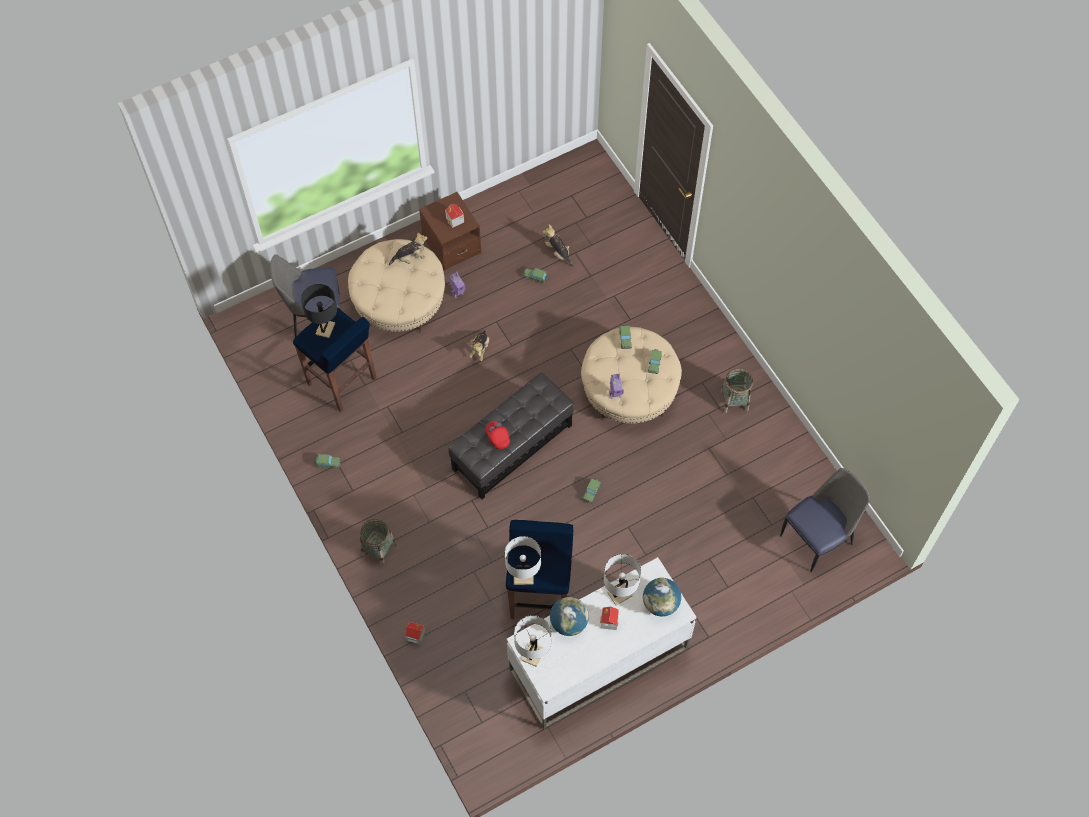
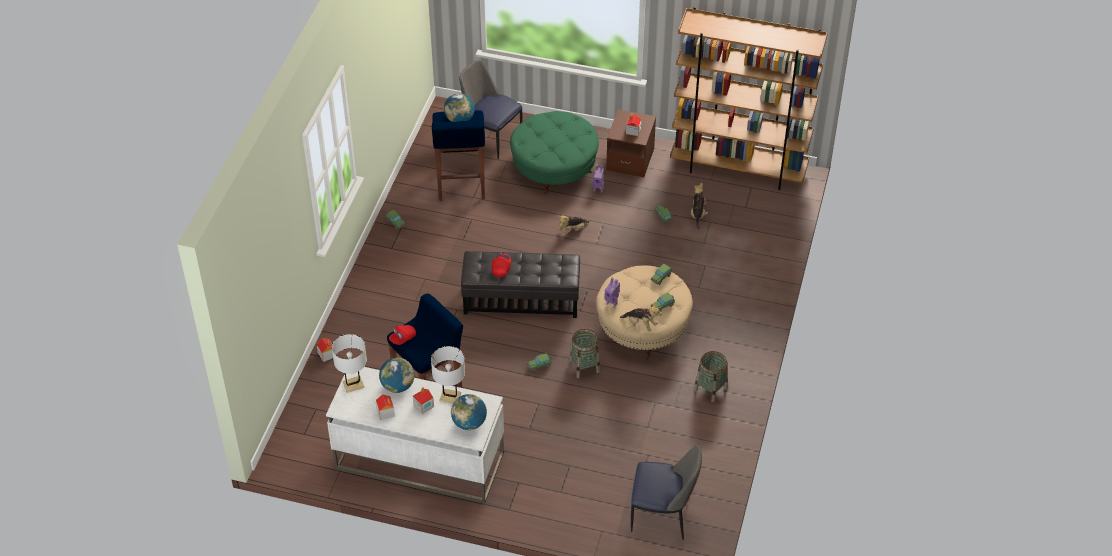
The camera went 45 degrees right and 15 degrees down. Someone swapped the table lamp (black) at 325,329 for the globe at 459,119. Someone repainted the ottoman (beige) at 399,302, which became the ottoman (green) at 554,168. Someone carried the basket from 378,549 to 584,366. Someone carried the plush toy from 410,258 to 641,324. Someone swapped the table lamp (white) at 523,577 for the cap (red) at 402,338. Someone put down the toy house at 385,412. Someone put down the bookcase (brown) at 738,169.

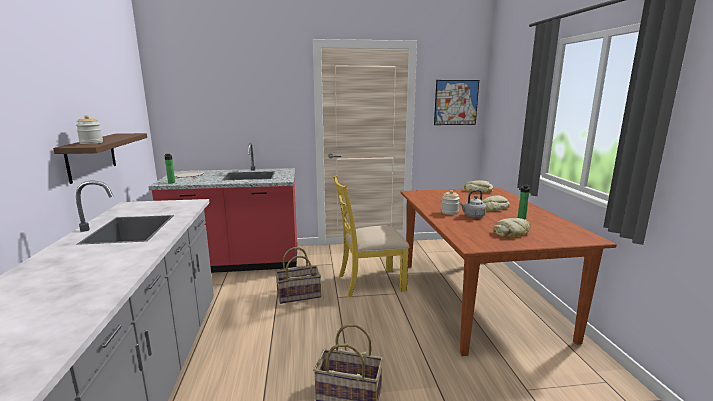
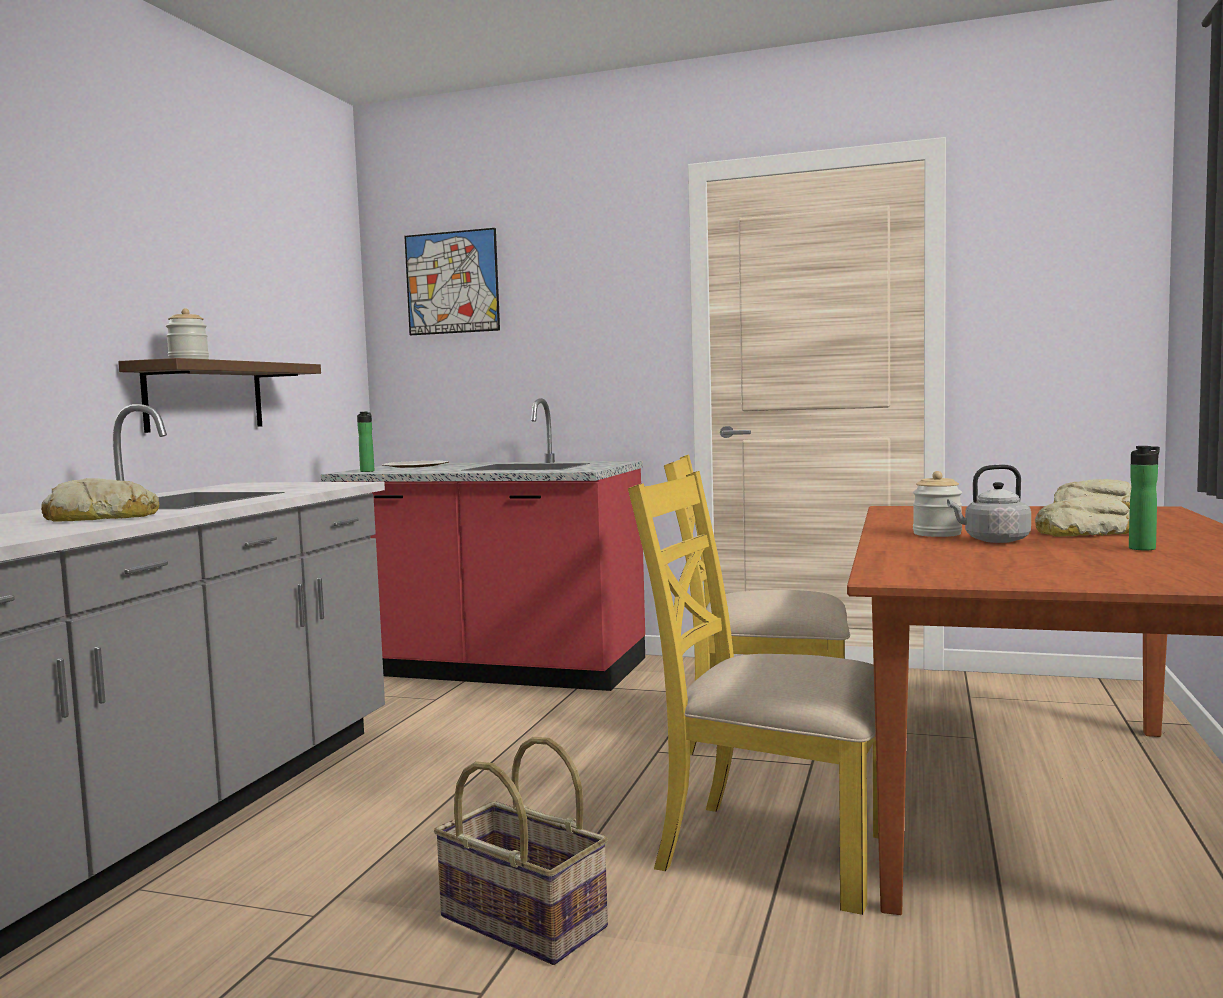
The camera went 25 degrees right and 10 degrees down. Someone took away the basket at 299,295. Someone carried the picture from 456,102 to 452,282. Someone carried the bread from 512,232 to 101,517. Someone put down the chair (yellow) at 774,851.

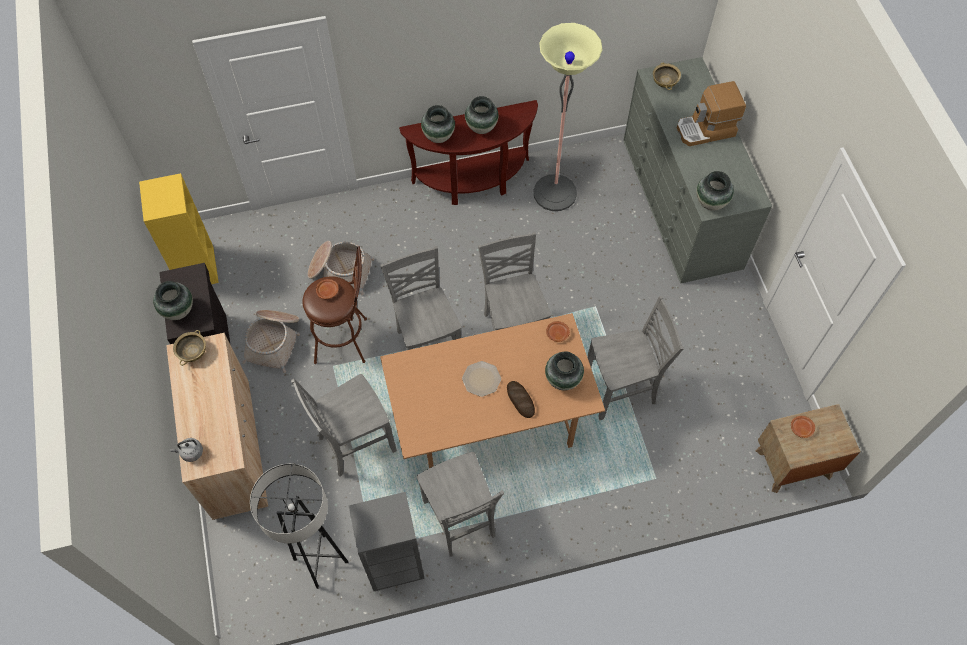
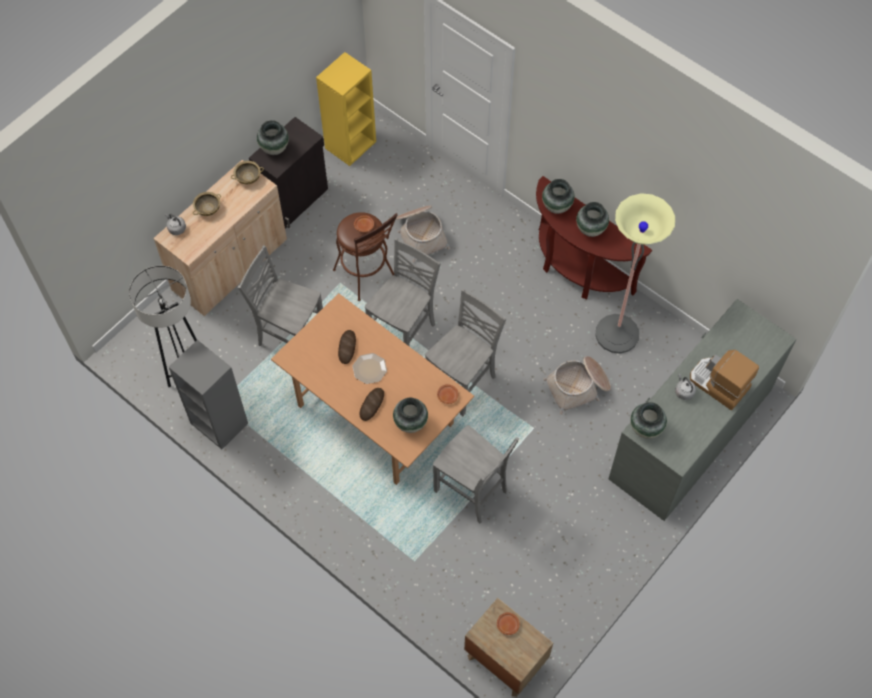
The camera went 55 degrees right and 0 degrees up. Someone carried the basket from 274,341 to 578,387. Someone took away the chair (grey) at 460,520. Someone carried the bowl (beige) from 665,82 to 208,209. Someone put down the bread at 347,347. Someone put down the kettle (grey) at 683,391.

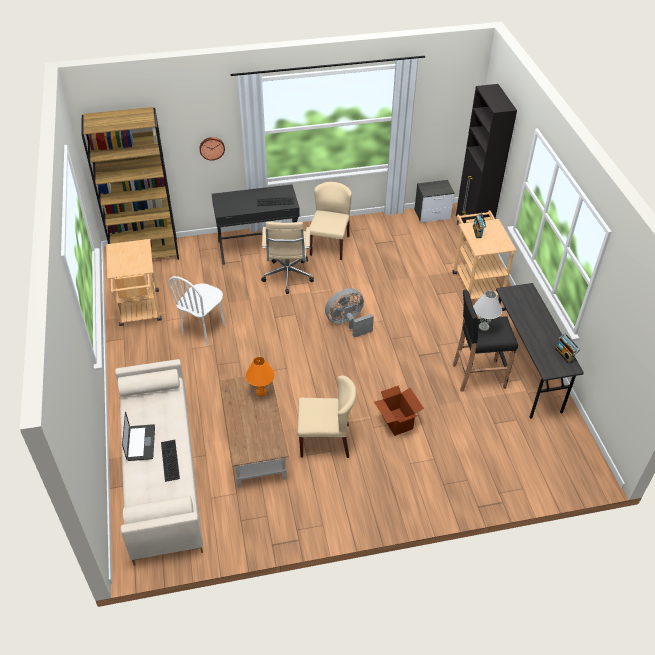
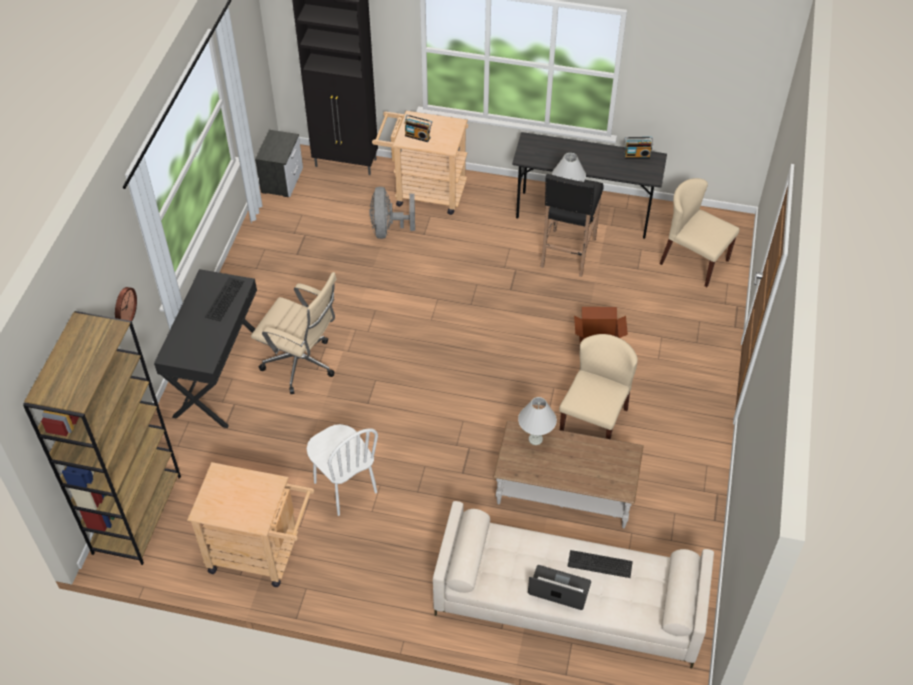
The camera went 65 degrees left and 5 degrees up. Someone repainted the table lamp (orange) at 261,392, which became the table lamp (white) at 535,439. Someone carried the chair (beige) from 329,245 to 693,261. Someone carried the fan (grey) from 347,323 to 388,229.

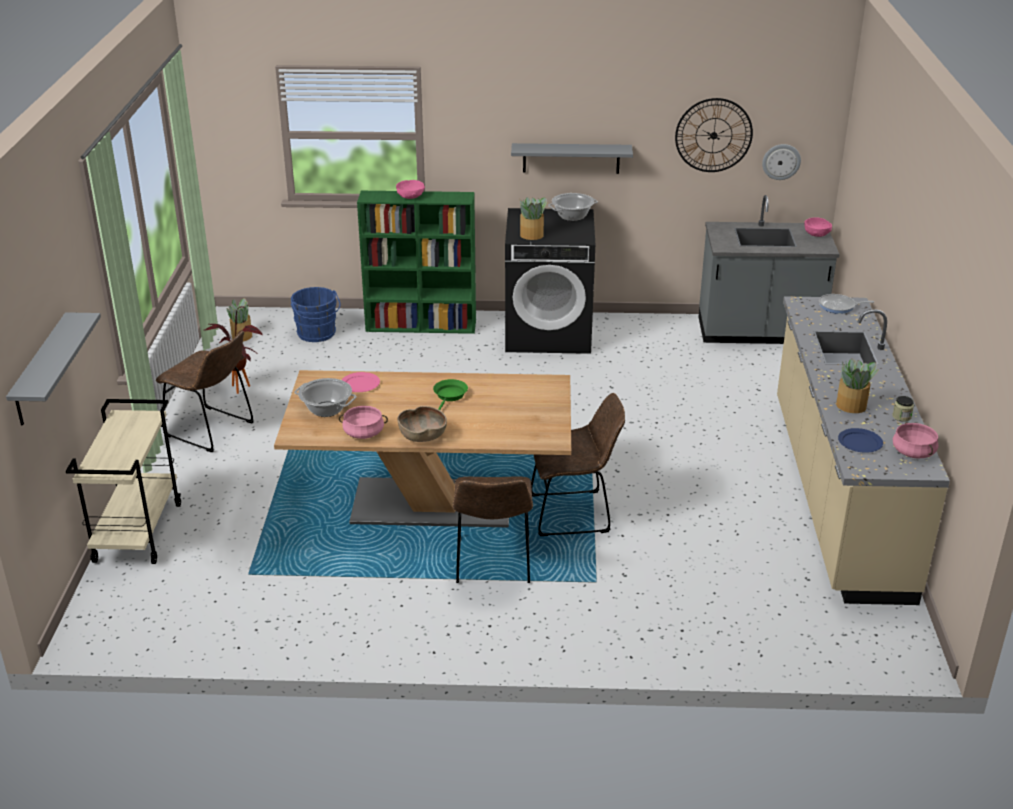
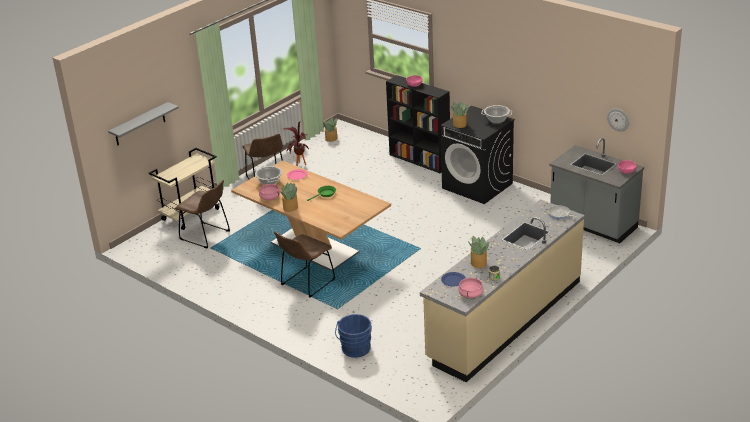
The camera went 40 degrees right and 0 degrees up. Someone carried the bucket (blue) from 317,334 to 355,350. Someone repainted the bookcase (green) at 422,325, which became the bookcase (black) at 420,160. Someone swapped the bowl (brown) at 422,436 for the potted plant at 290,208. Someone took away the shelf (grey) at 571,158. Someone carried the chair (brown) from 574,513 to 207,236. Someone took away the wall clock at 713,135.

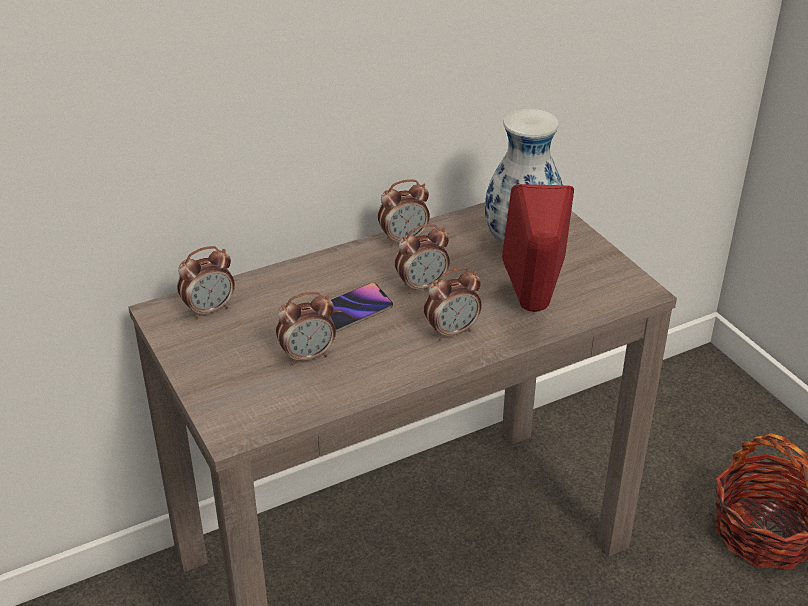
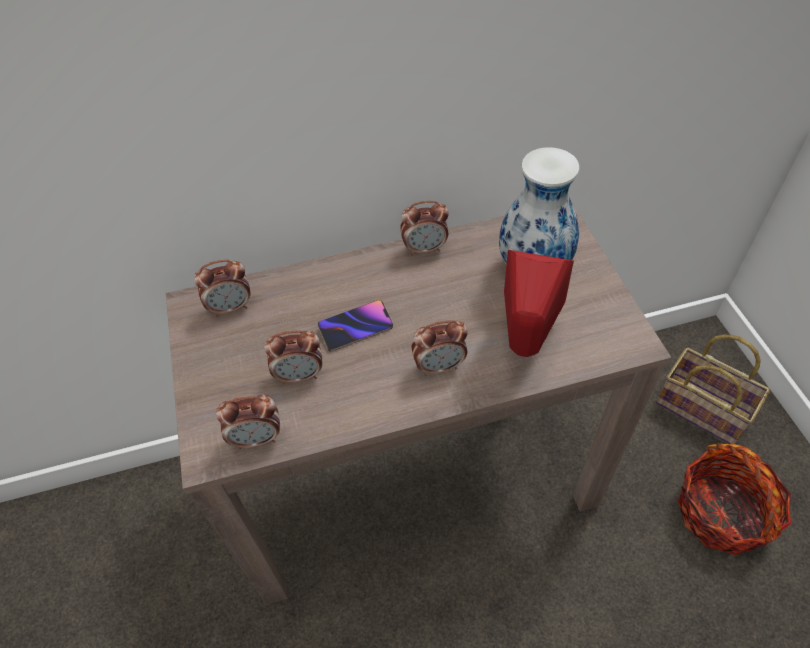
The camera went 15 degrees right and 15 degrees up. Someone carried the alarm clock from 422,286 to 257,438. Someone put down the basket at 705,409.

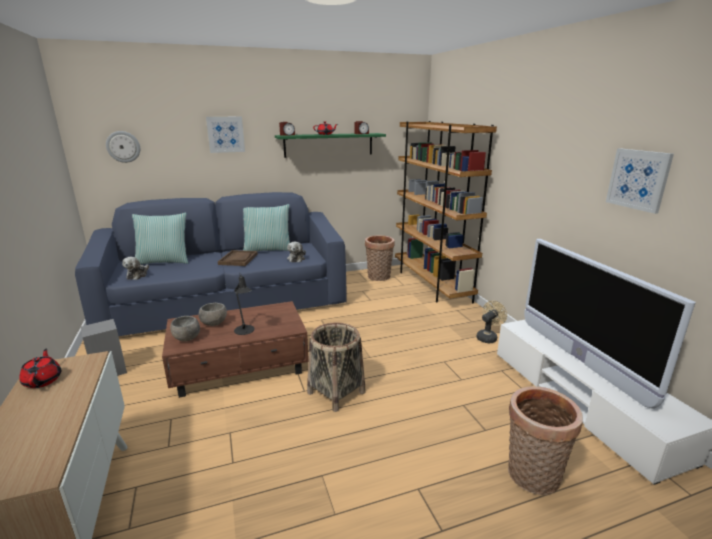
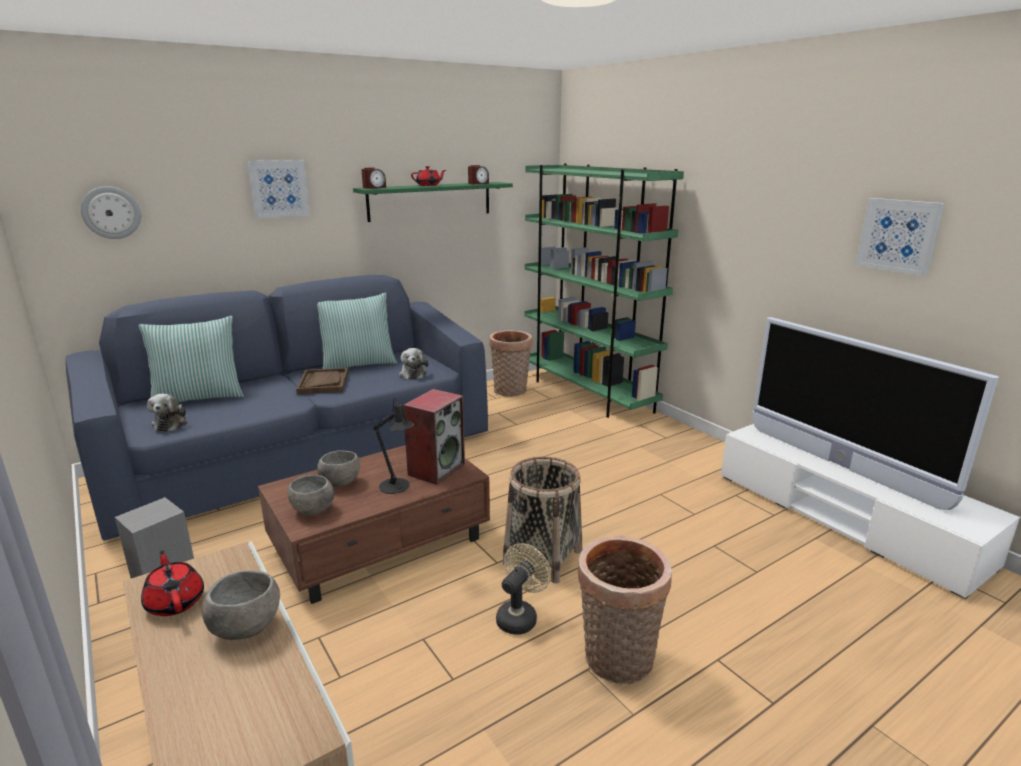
The camera went 15 degrees left and 0 degrees up. Someone repainted the bookcase (brown) at 431,284, which became the bookcase (green) at 587,394. Someone carried the fan (beige) from 488,337 to 520,616. Someone carried the basket from 531,477 to 617,662. Someone put down the bowl (grey) at 245,628. Someone put down the speaker at 436,469.

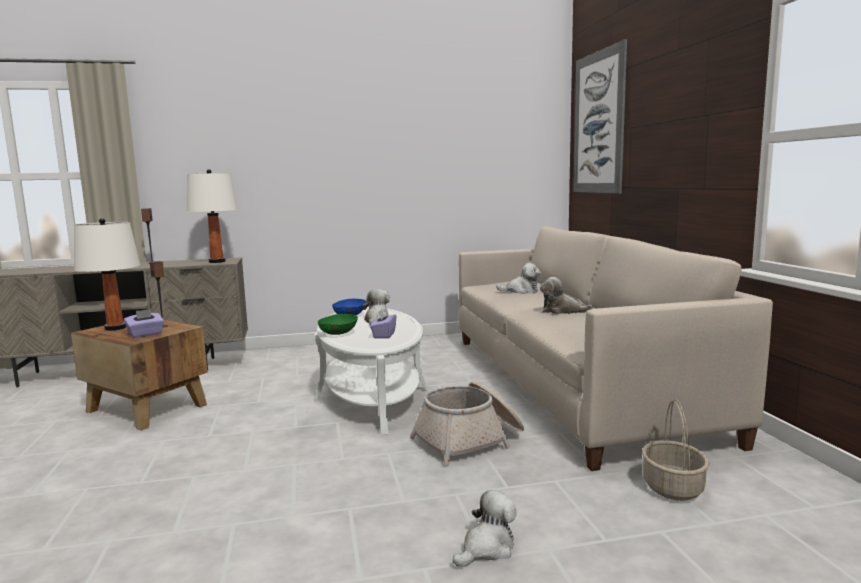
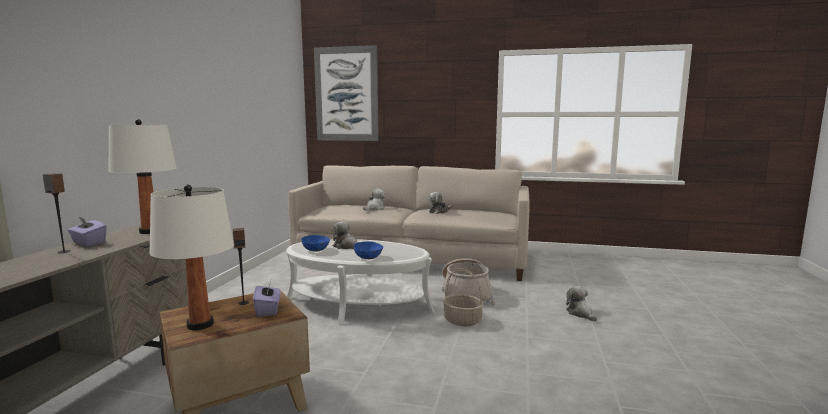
The camera went 65 degrees left and 0 degrees up. Someone repainted the bowl (green) at 338,334, which became the bowl (blue) at 369,258. Someone carried the tissue box (purple) from 383,335 to 88,243. Someone carried the basket from 673,488 to 462,320.

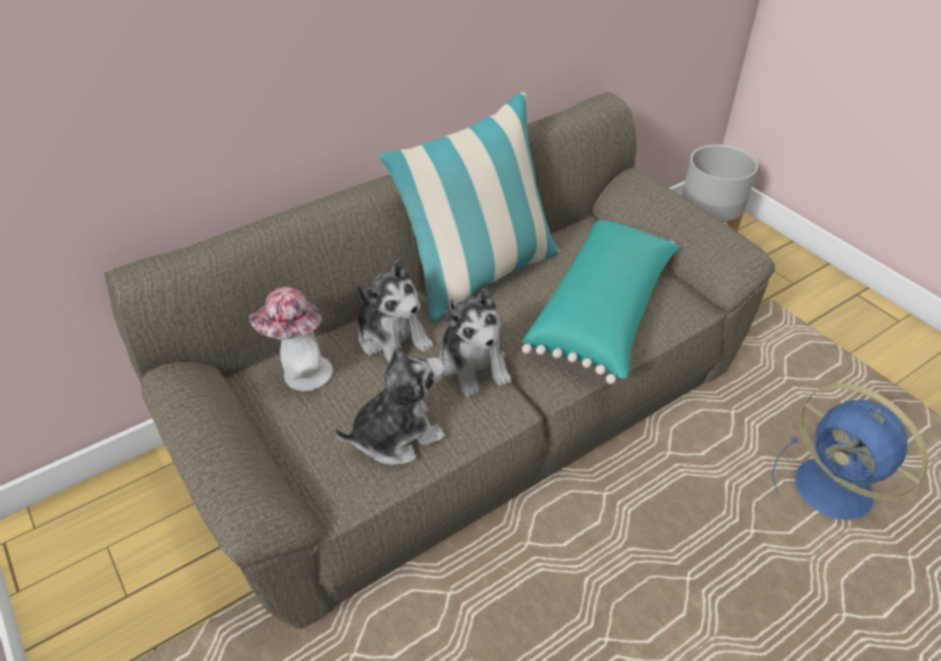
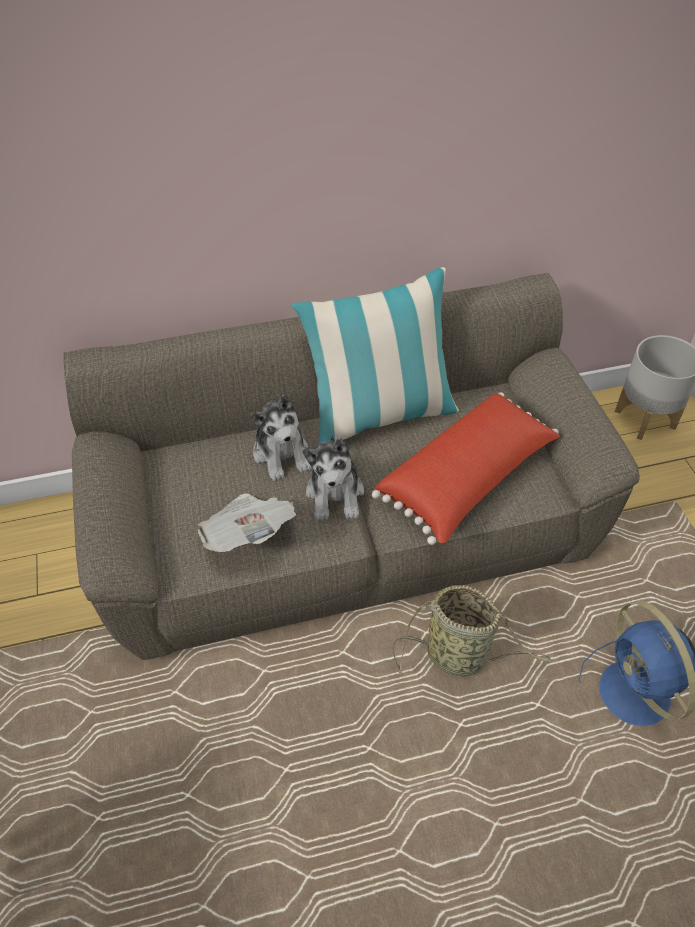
The camera went 20 degrees right and 5 degrees up. Someone took away the hat at 301,375. Someone swapped the plush toy at 397,435 for the newspaper at 248,535. Someone repainted the pillow (turquoise) at 604,314, which became the pillow (red) at 467,480. Someone put down the basket at 460,656.

